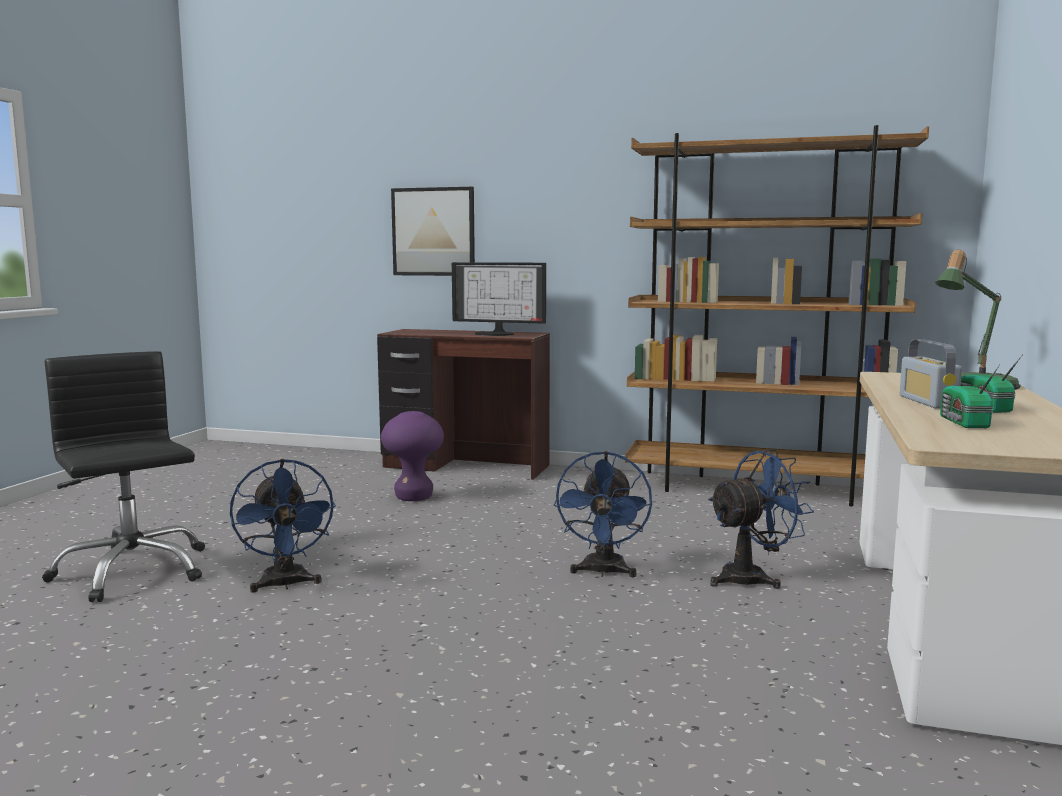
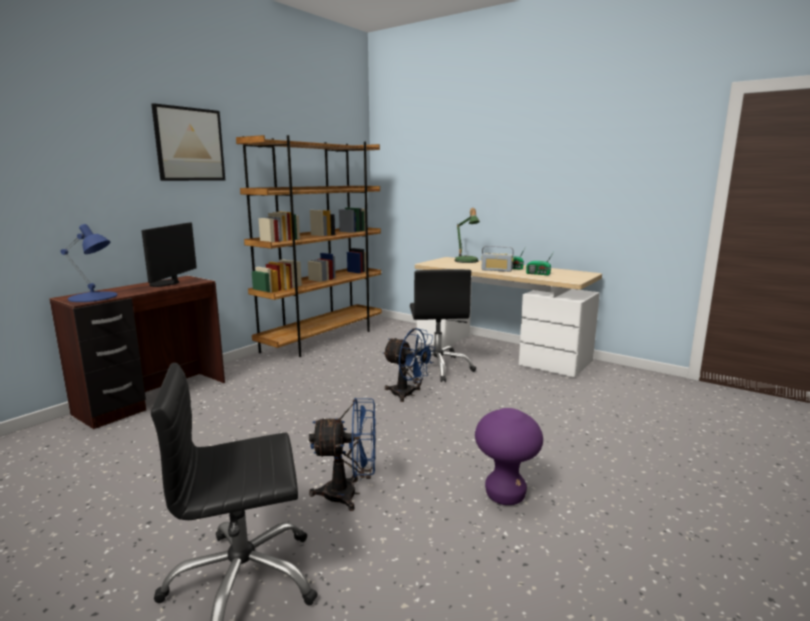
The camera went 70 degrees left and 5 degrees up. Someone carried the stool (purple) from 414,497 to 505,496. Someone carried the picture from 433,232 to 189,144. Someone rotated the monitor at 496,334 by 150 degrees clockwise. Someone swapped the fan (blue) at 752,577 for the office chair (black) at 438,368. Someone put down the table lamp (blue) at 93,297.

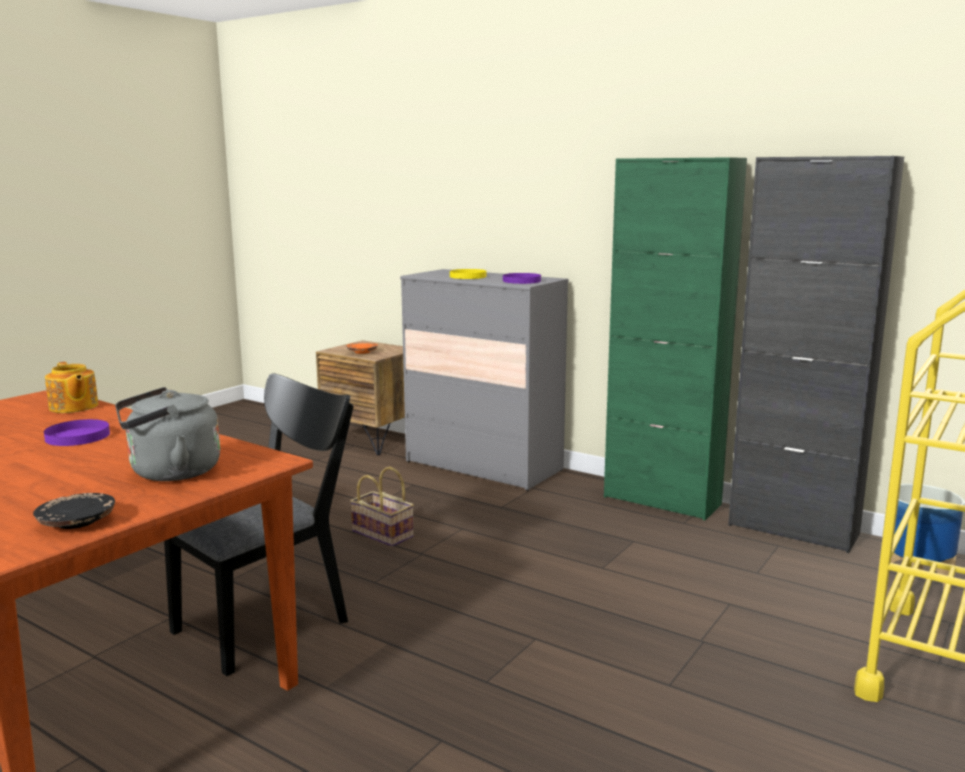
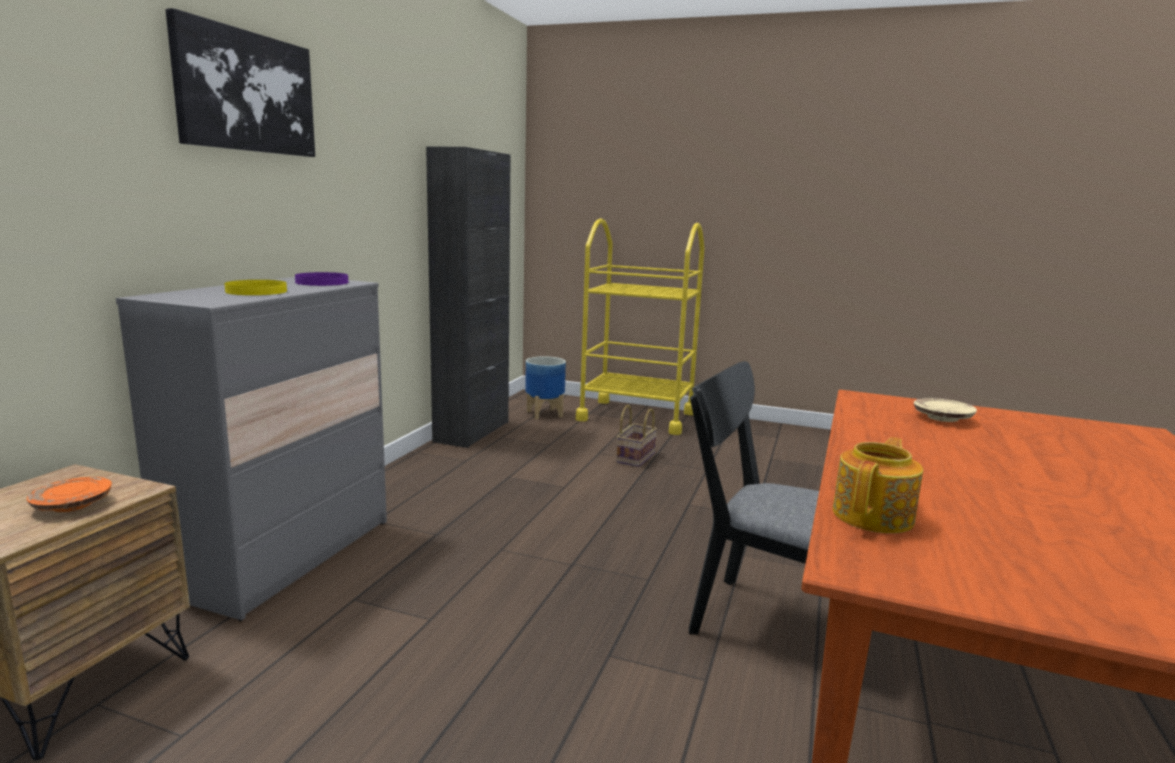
The camera went 105 degrees left and 0 degrees up. Someone took away the plate (black) at 76,522. Someone took away the plate (purple) at 77,436. Someone swapped the kettle (grey) at 170,473 for the plate (beige) at 942,418. Someone carried the basket from 384,534 to 635,457. Someone took away the cabinet (green) at 661,501. Someone put up the picture at 245,92.

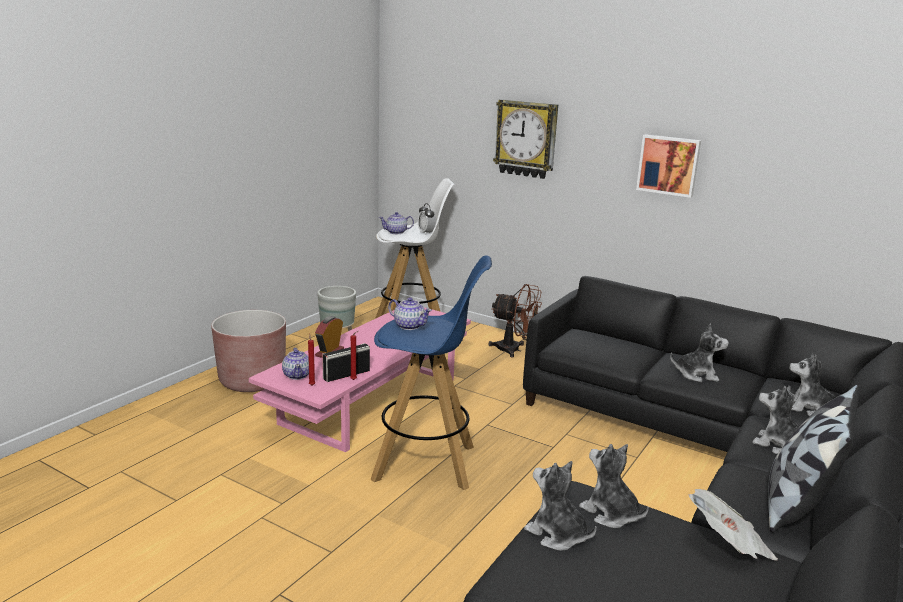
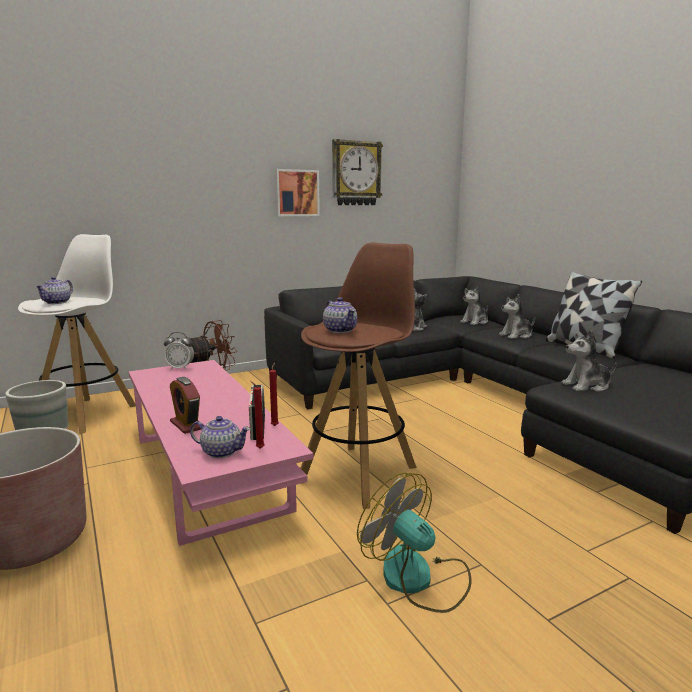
The camera went 60 degrees left and 5 degrees down. Someone repainted the stool (blue) at 426,463, which became the stool (brown) at 359,473. Someone rotated the teapot at 409,326 by 90 degrees clockwise. Someone carried the alarm clock from 426,233 to 180,368. Someone carried the wall clock from 526,139 to 356,173. Someone took away the plush toy at 557,534. Someone took away the newspaper at 728,545. Someone put down the fan at 418,579.

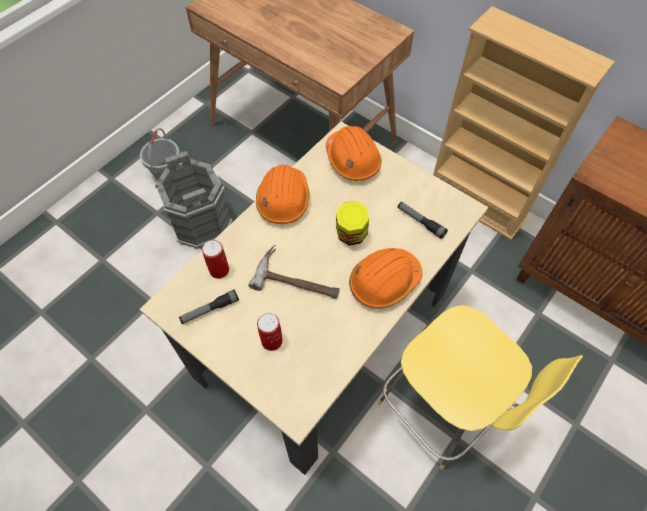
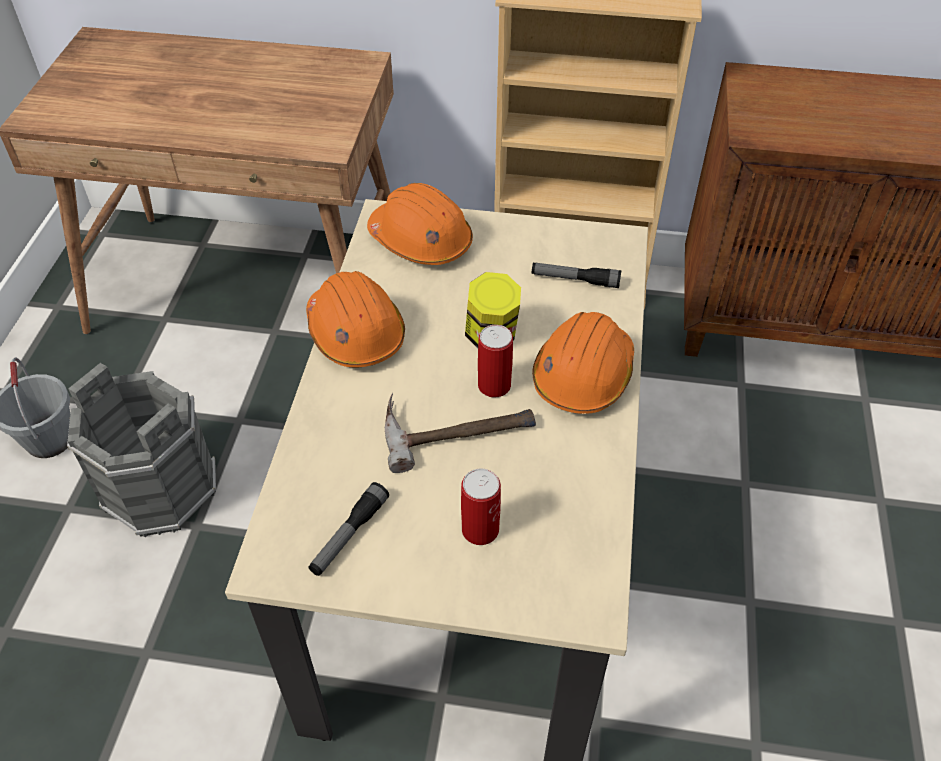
The camera went 30 degrees left and 10 degrees down. Someone carried the can from 219,270 to 494,385. Someone took away the stool (yellow) at 441,409.

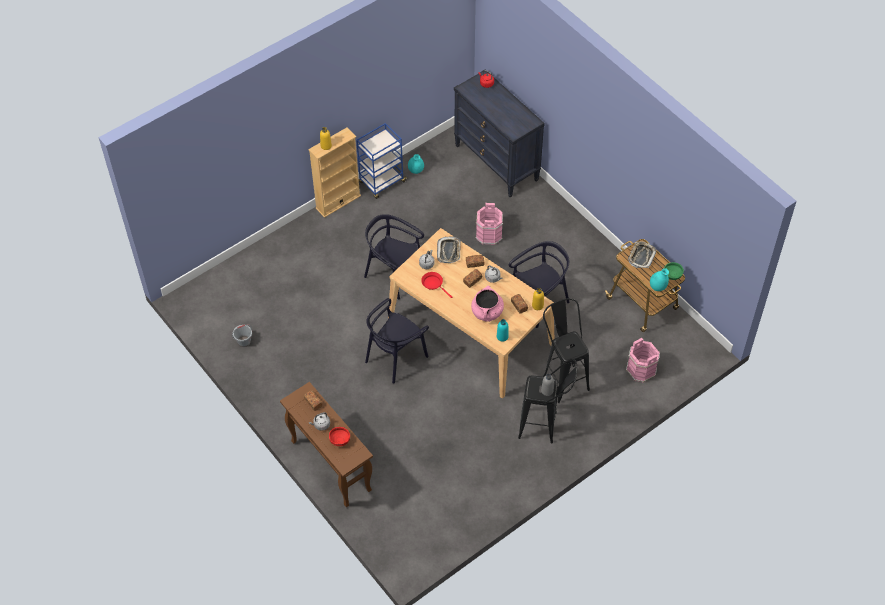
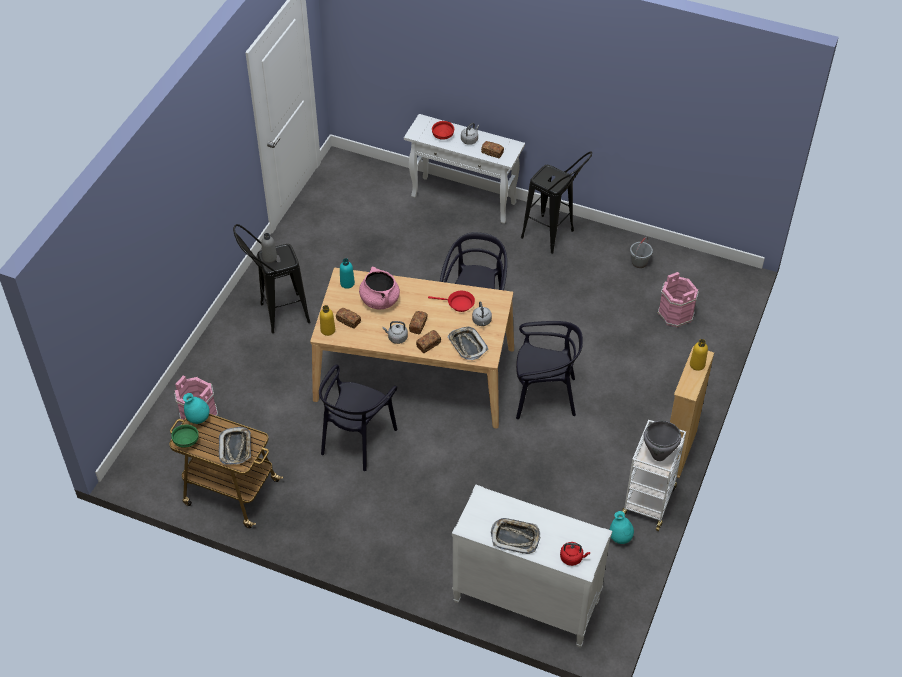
The camera went 150 degrees right and 5 degrees down. Someone repainted the console table (brown) at 330,465, which became the console table (white) at 464,200. Someone repainted the cart (blue) at 382,182, which became the cart (white) at 648,501. Someone repainted the dresser (black) at 497,162, which became the dresser (white) at 525,602. Someone carried the bucket (pink) from 489,234 to 675,314. Someone carried the stool (black) from 562,378 to 554,238. Someone put down the tray at 515,537. Someone put down the cooking pot (grey) at 659,455.

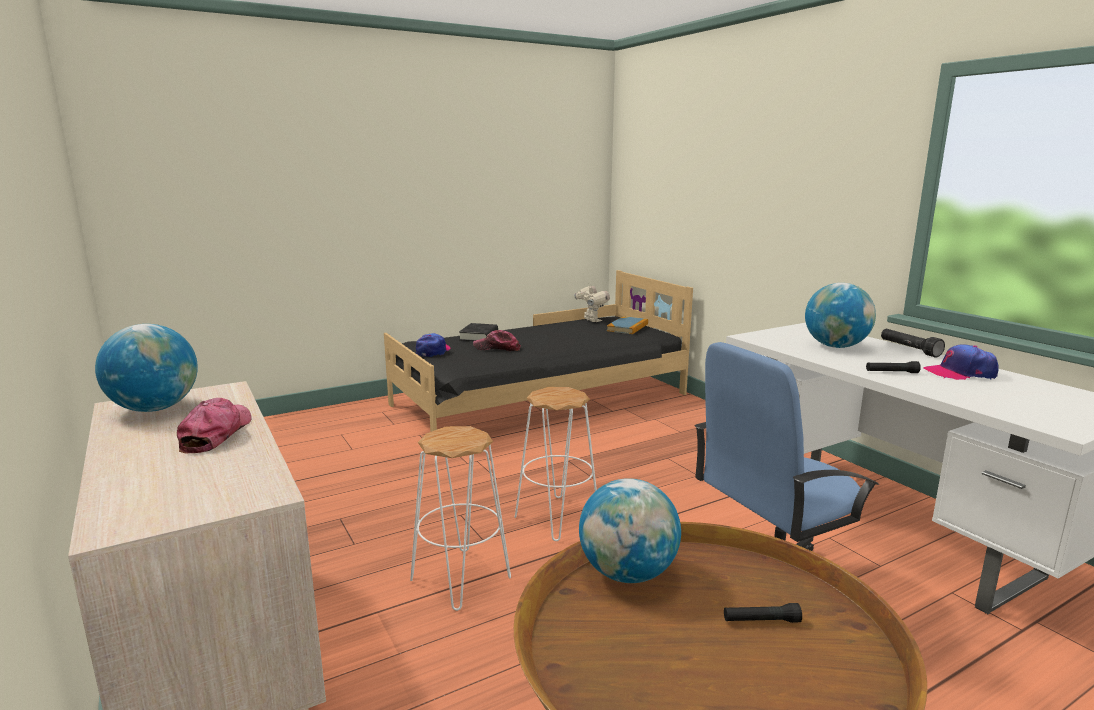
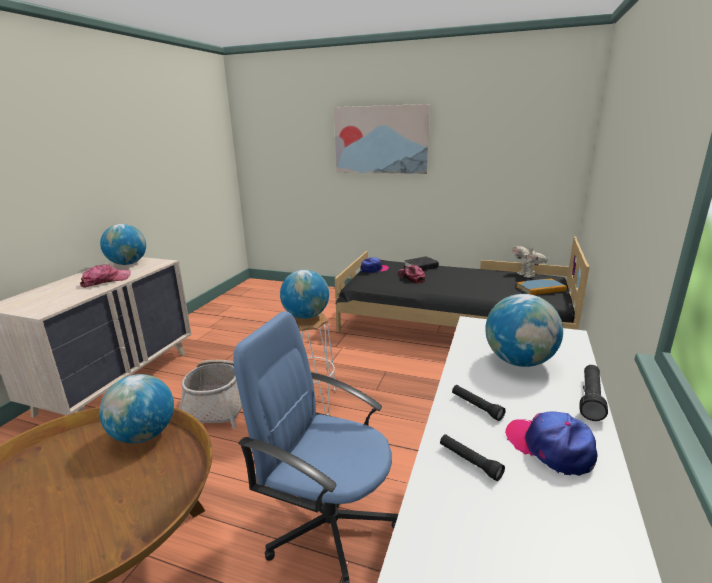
The camera went 50 degrees right and 5 degrees up. Someone swapped the stool (white) at 461,578 for the basket at 219,403. Someone rotated the toy robot at 591,320 by 135 degrees clockwise. Someone carried the flashlight (black) from 761,621 to 469,461. Someone put down the globe at 306,316. Someone put up the picture at 381,140.

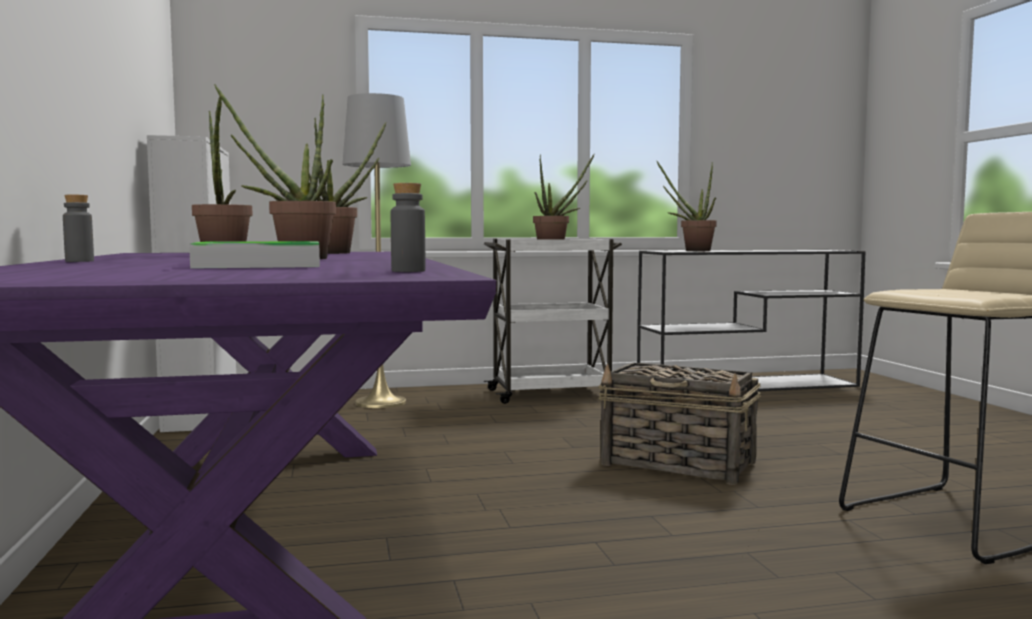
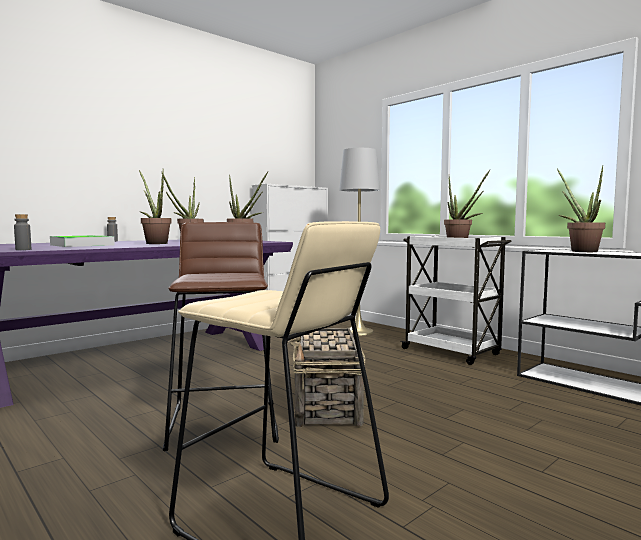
The camera went 60 degrees right and 0 degrees up. Someone put down the stool (brown) at 224,423.

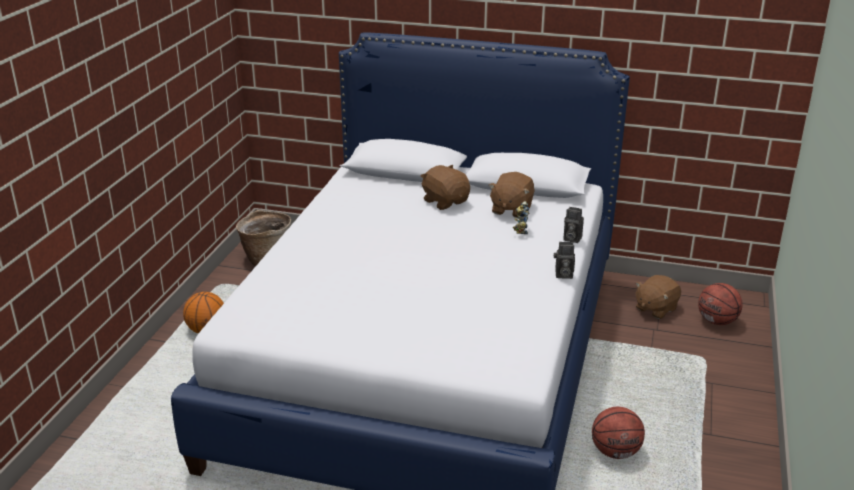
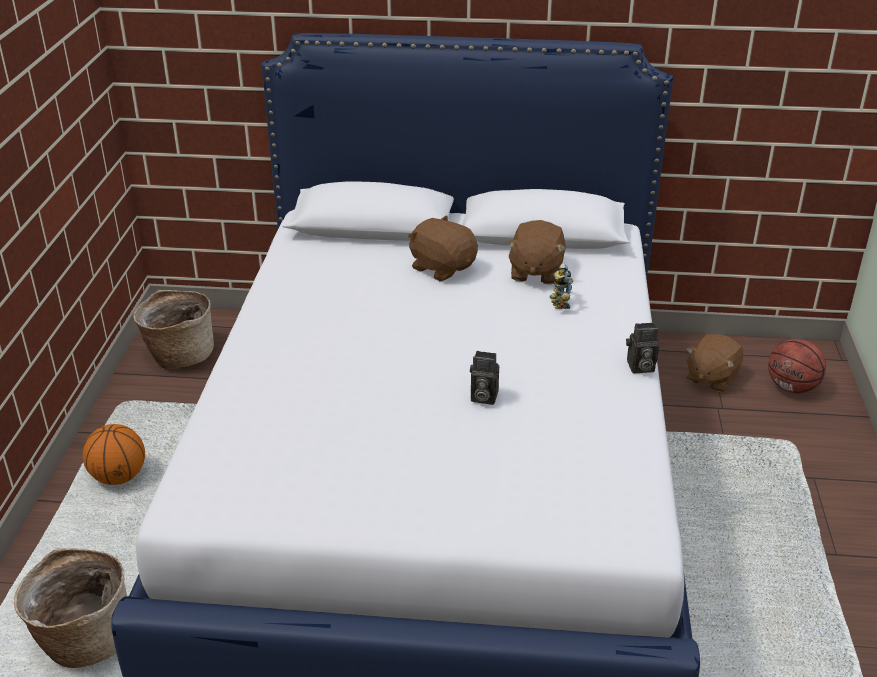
The camera went 10 degrees left and 5 degrees up. Someone carried the photo camera from 571,238 to 482,397. Someone took away the basketball at 615,452. Someone put down the basket at 84,639.

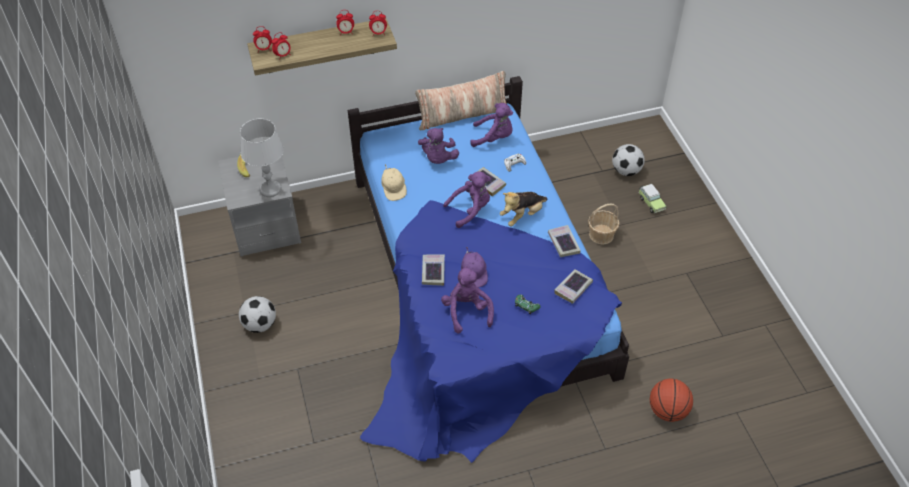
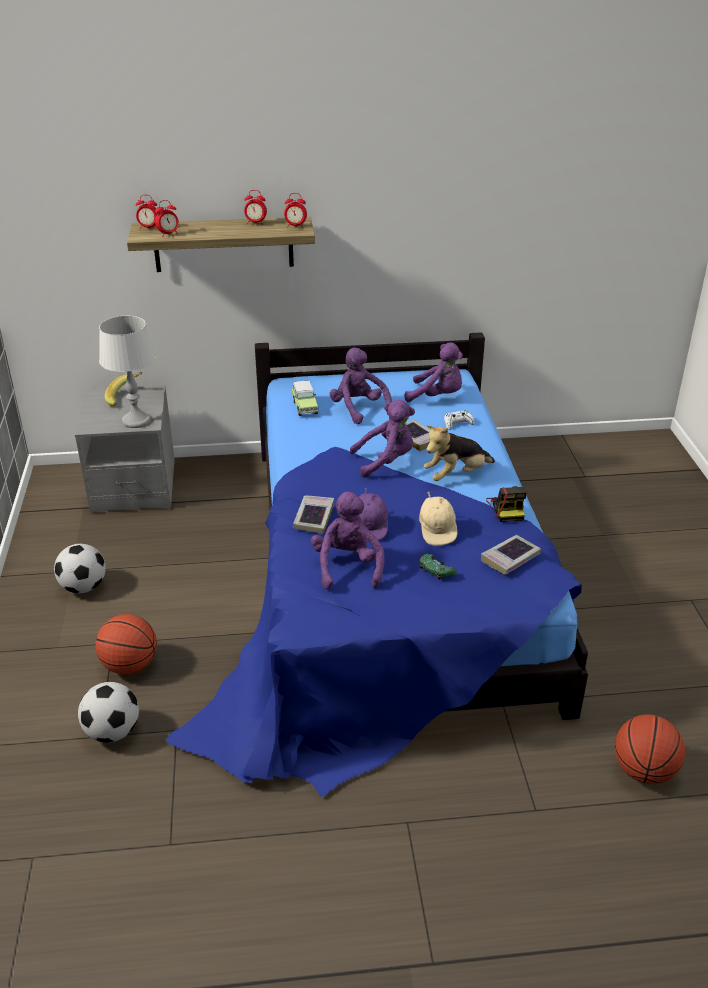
The camera went 10 degrees right and 15 degrees down. Someone carried the cap (beige) from 394,189 to 437,530. Someone took away the pillow at 462,115. Someone rotated the plush toy (purple) at 438,159 by 135 degrees clockwise. Someone swapped the book at 563,243 for the photo camera at 507,508. Someone took away the basket at 601,235. Someone carried the football from 626,171 to 112,732. Someone carried the toy car from 650,203 to 305,406. Someone put down the basketball at 130,665.

